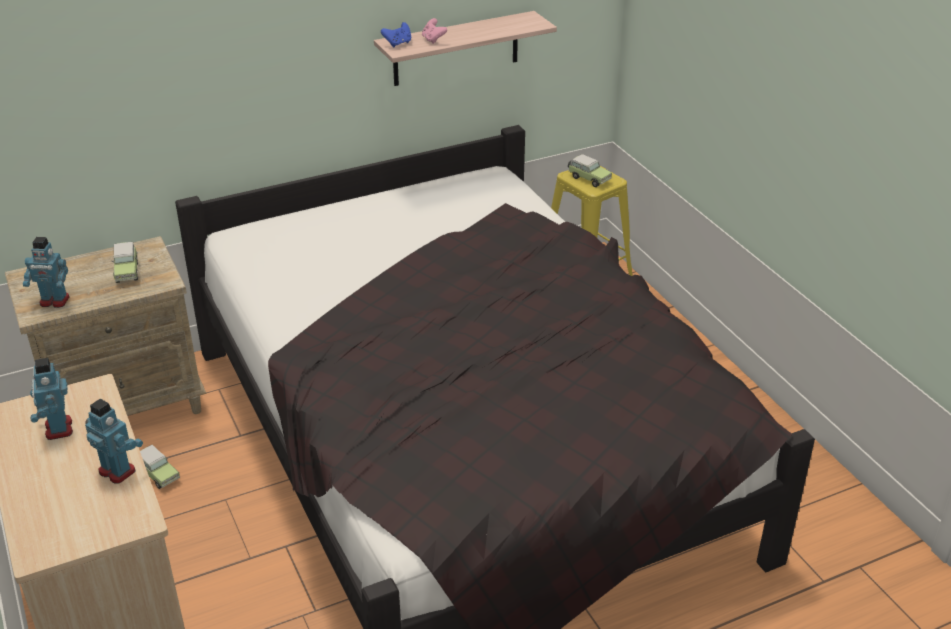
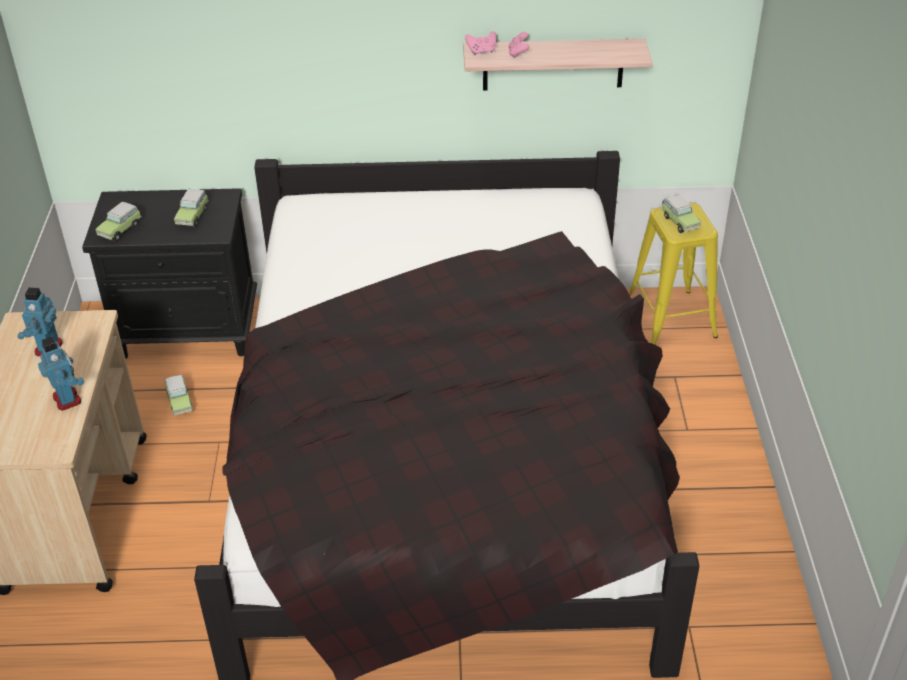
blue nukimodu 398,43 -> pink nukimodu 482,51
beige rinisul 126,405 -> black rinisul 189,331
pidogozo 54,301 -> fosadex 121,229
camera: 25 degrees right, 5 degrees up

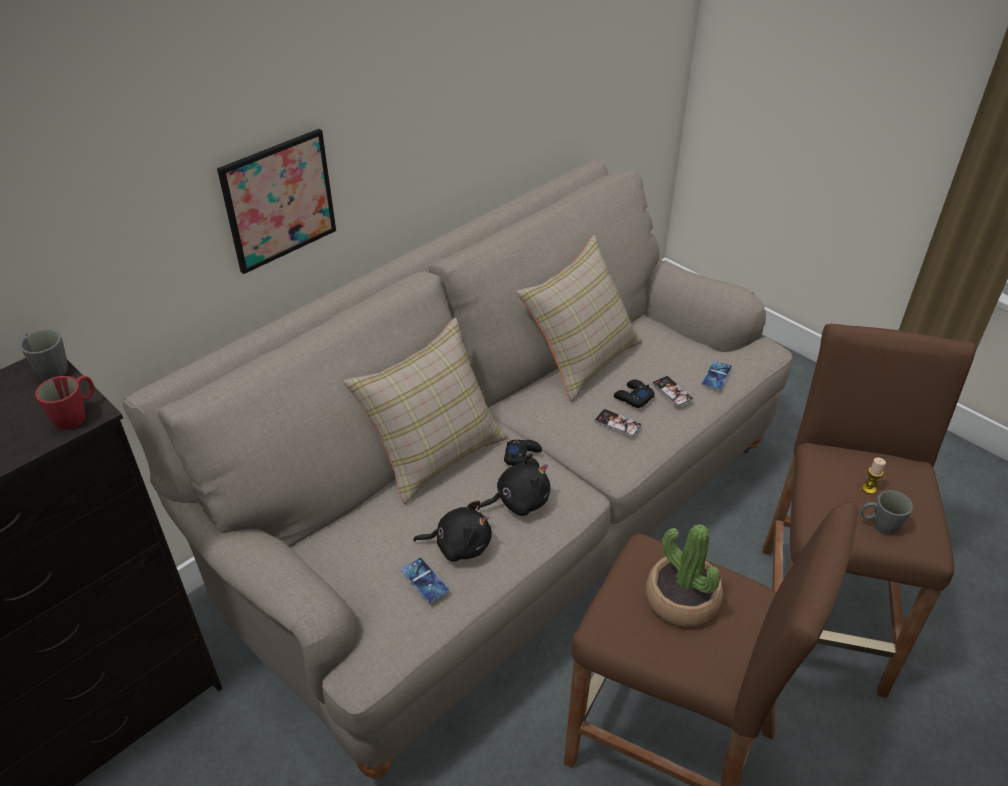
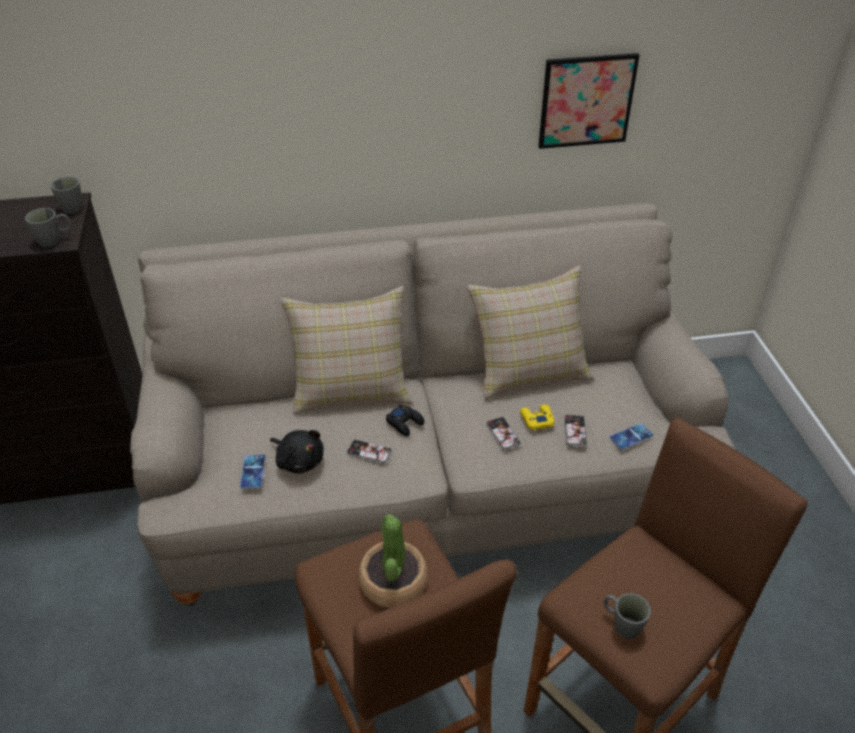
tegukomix 279,200 -> tegukomix 586,101, shifted
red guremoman 76,415 -> grey guremoman 54,240
black nukimodu 633,397 -> yellow nukimodu 536,419
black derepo 518,501 -> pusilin 369,452
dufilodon 869,489 -> none
camera: 35 degrees right, 0 degrees up

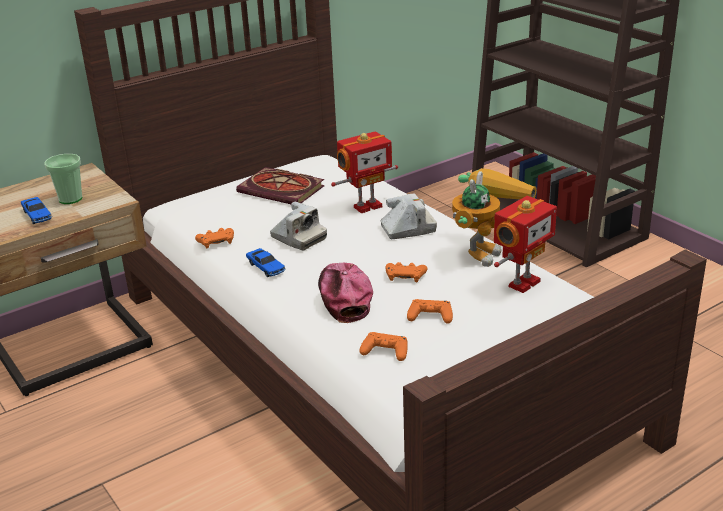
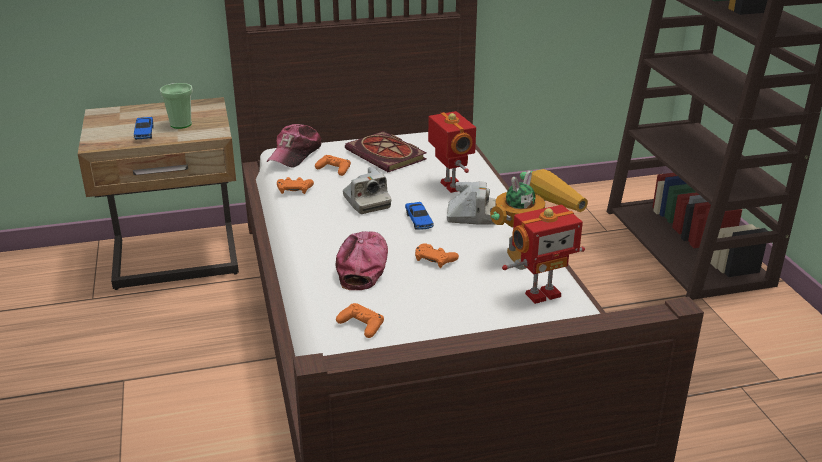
pidogozo 367,206 -> pidogozo 450,186, 105 degrees counterclockwise
fosadex 266,267 -> fosadex 419,221, shifted
orange nukimodu 430,316 -> orange nukimodu 334,169, shifted
none -> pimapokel 295,154
camera: 20 degrees right, 0 degrees up

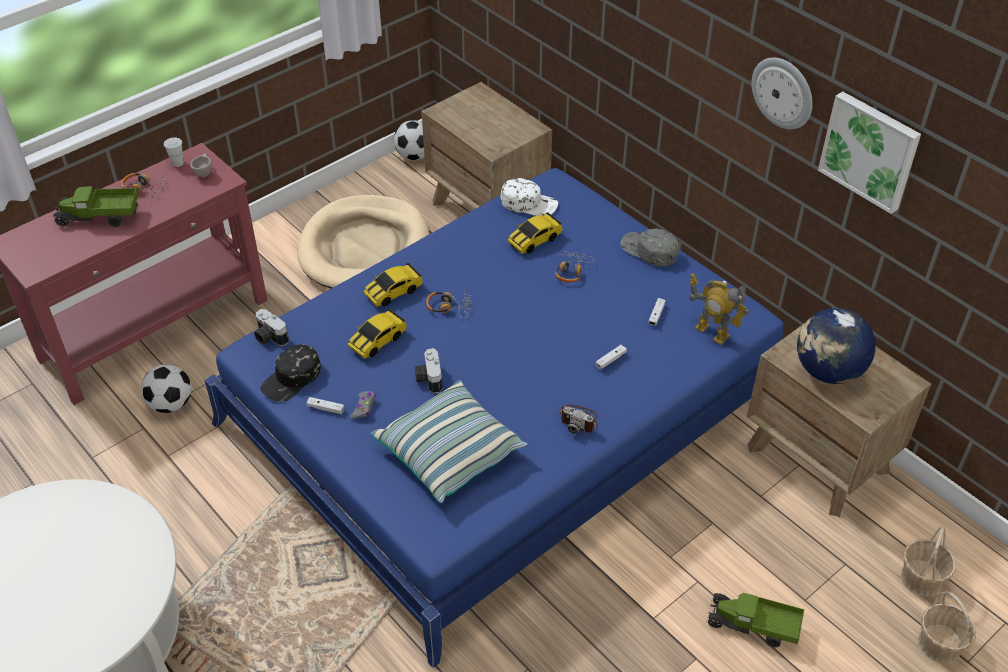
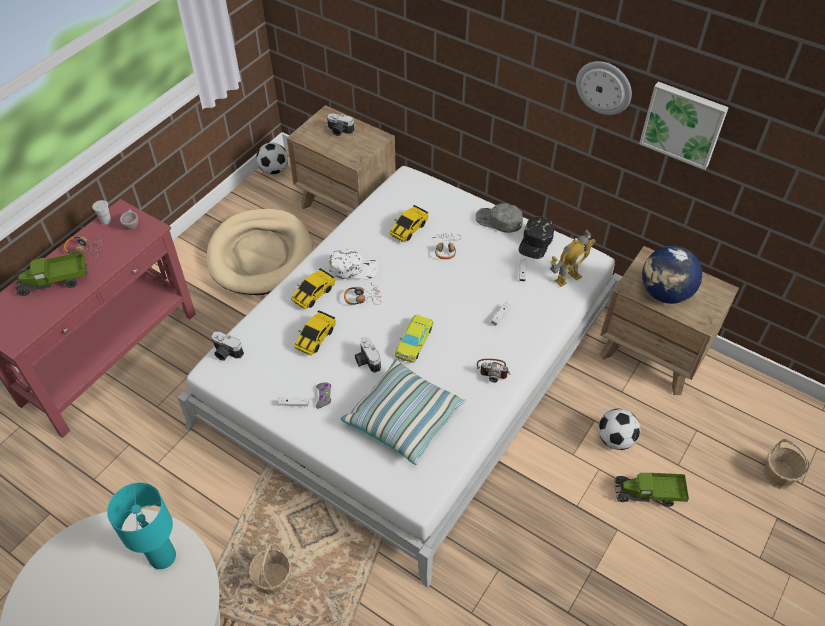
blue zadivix 503,409 -> white zadivix 411,365
white pimapokel 529,203 -> white pimapokel 353,268, shifted
pidogozo 712,332 -> pidogozo 567,278, 60 degrees counterclockwise
black pimapokel 292,378 -> black pimapokel 536,242, shifted
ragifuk 171,404 -> ragifuk 615,439, shifted
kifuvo 920,578 -> kifuvo 273,579, shifted
none -> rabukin 339,131
none -> yellow fosadex 414,341
none -> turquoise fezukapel 162,556
camera: 15 degrees left, 5 degrees up

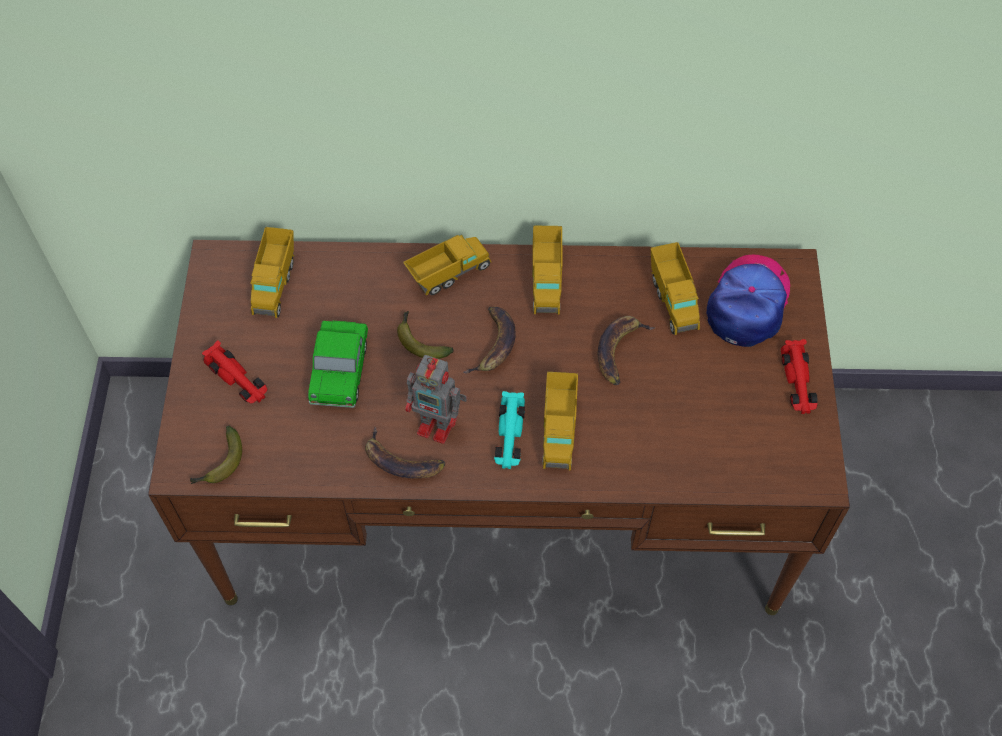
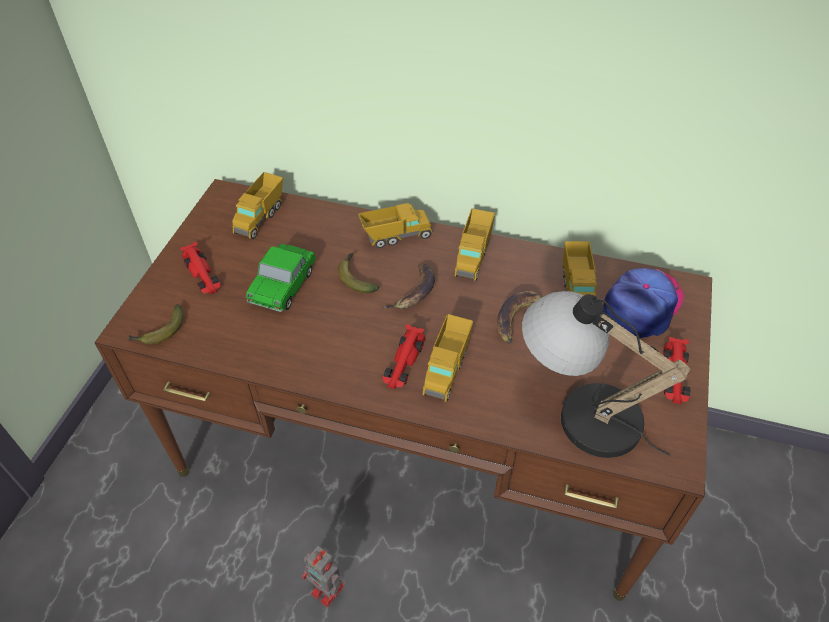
pidogozo 439,425 -> pidogozo 328,591, shifted
turquoise fosadex 509,435 -> red fosadex 403,363
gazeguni 401,461 -> none
none -> fezukapel 579,411
camera: 15 degrees right, 10 degrees down

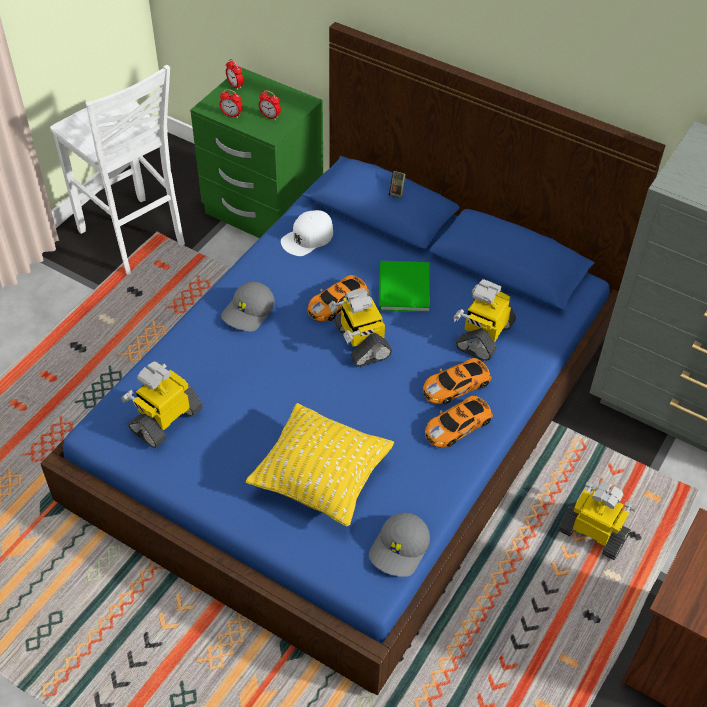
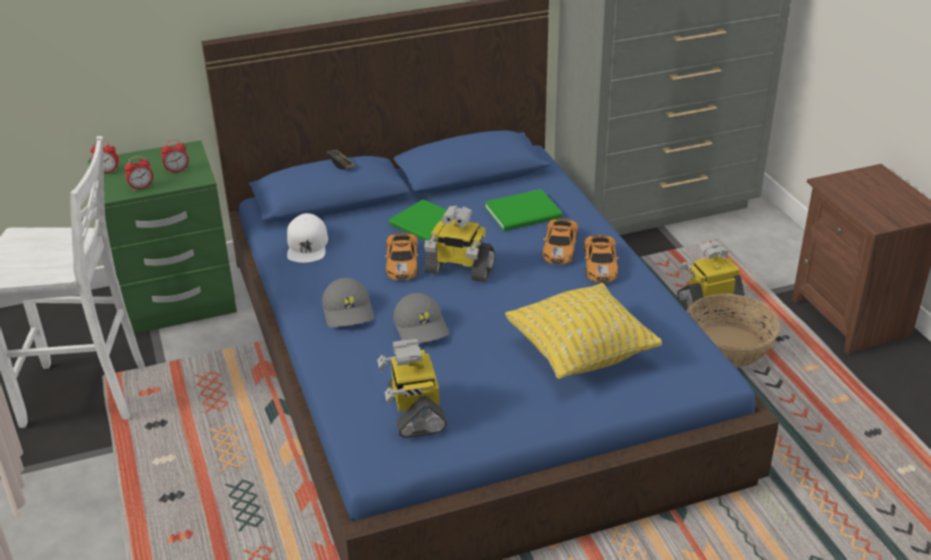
pidogozo 483,335 -> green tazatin 525,213
grey pimapokel 400,549 -> grey pimapokel 422,327, shifted
none -> kifuvo 728,346
camera: 50 degrees left, 15 degrees down

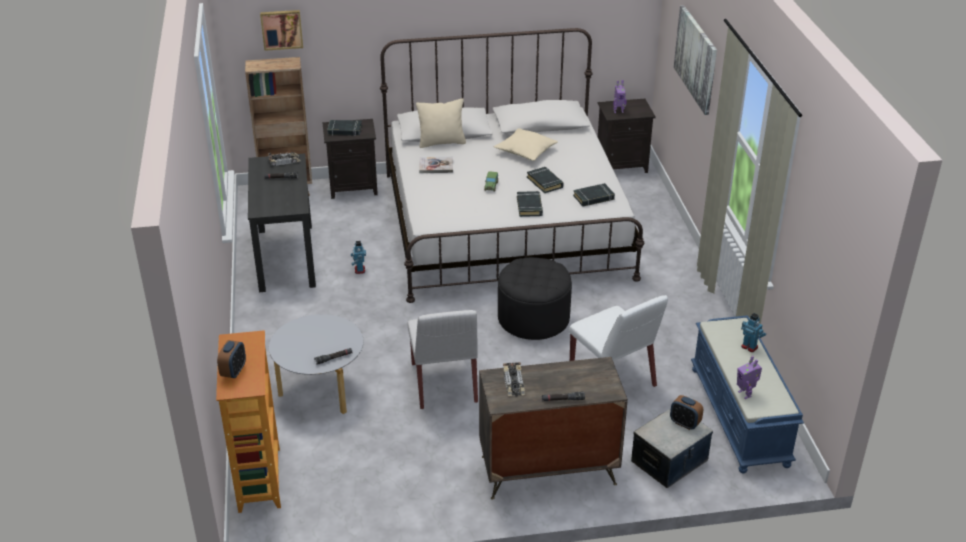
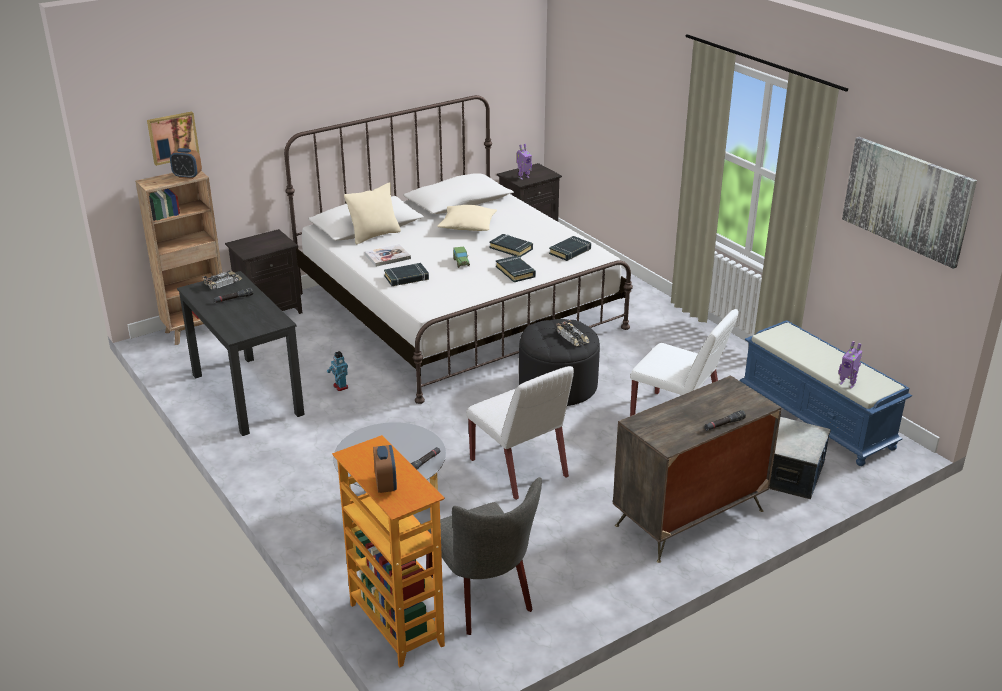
tegukomix 696,58 -> tegukomix 907,200, shifted
black tazatin 345,130 -> black tazatin 406,278, shifted
pidogozo 749,346 -> none
fosadex 514,383 -> fosadex 572,337, shifted
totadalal 684,423 -> totadalal 187,176, shifted
none -> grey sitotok 484,599
camera: 25 degrees left, 5 degrees down

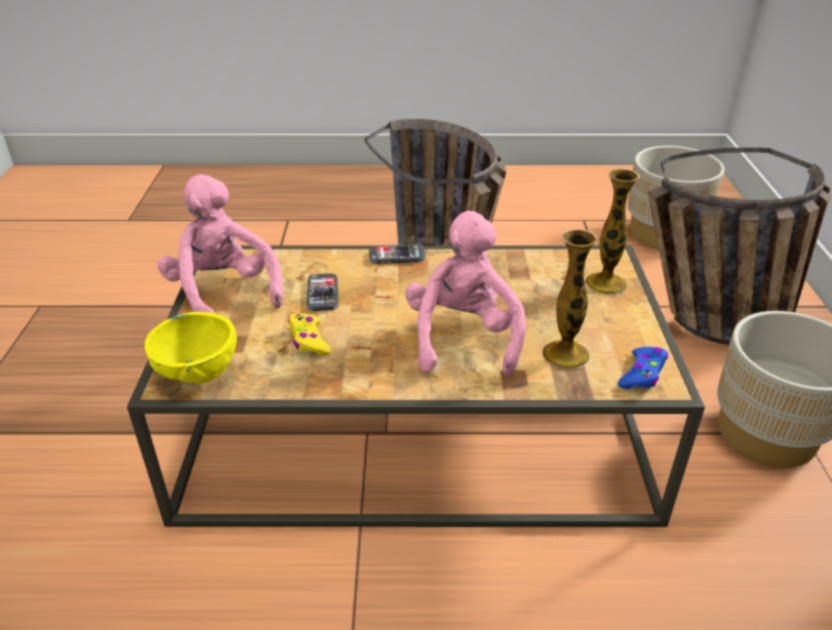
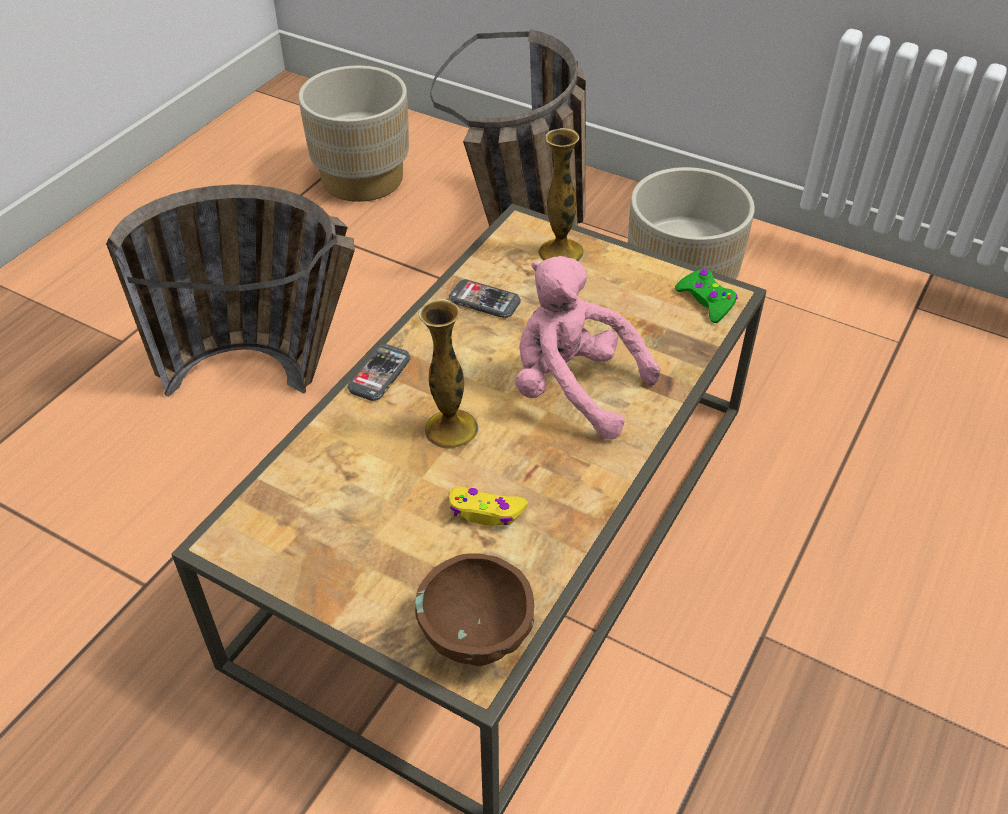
pink derepo 223,293 -> none
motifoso 566,354 -> motifoso 451,429, shifted
pusilin 322,294 -> pusilin 484,301, shifted
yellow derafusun 199,373 -> brown derafusun 476,634
blue nukimodu 642,374 -> green nukimodu 706,301
camera: 60 degrees left, 10 degrees up

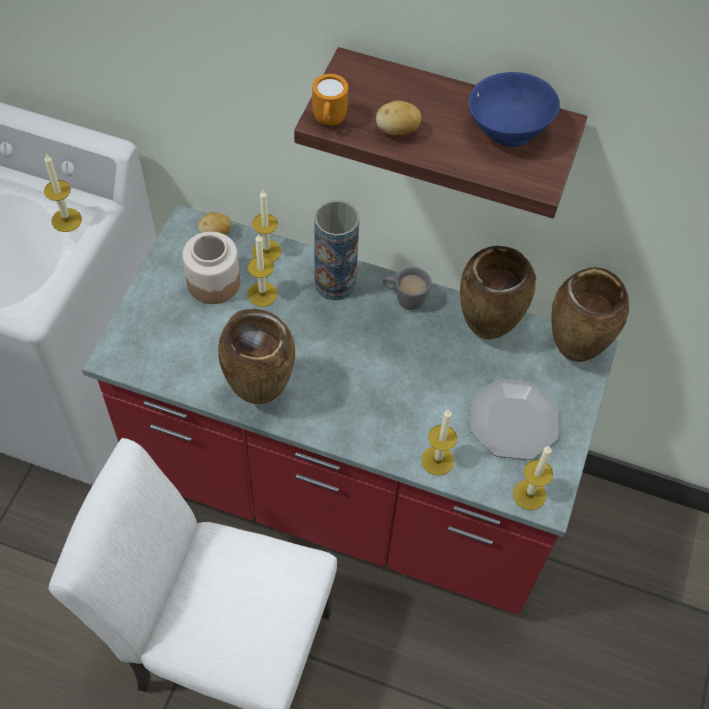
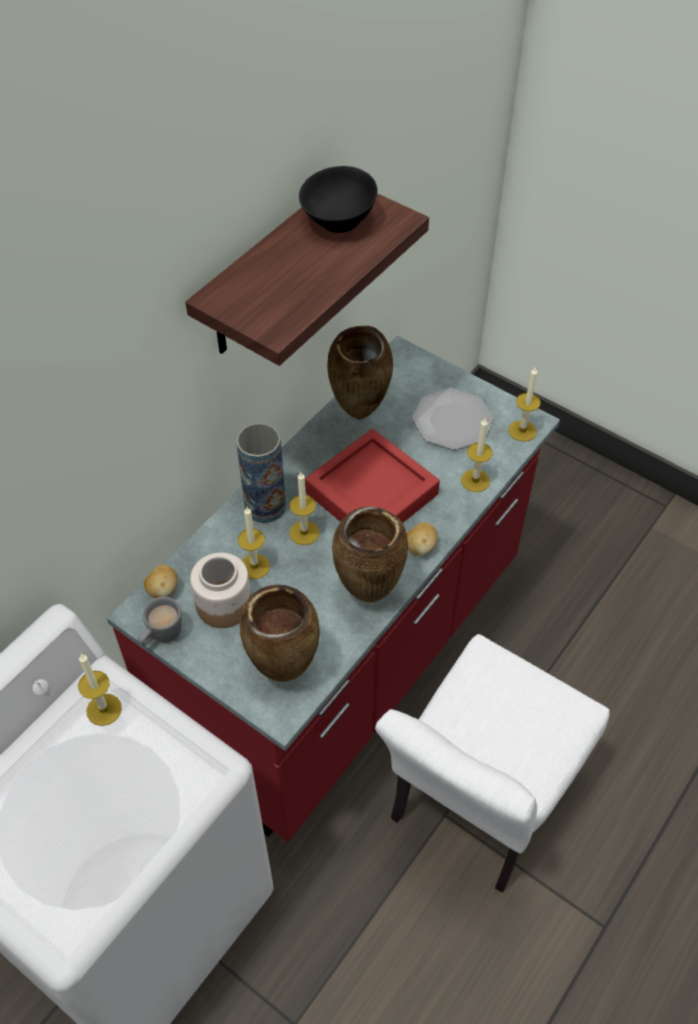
blue derafusun 507,130 -> black derafusun 337,222
orange guremoman 328,122 -> none
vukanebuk 397,131 -> vukanebuk 420,547, shifted
dufilodon 266,251 -> dufilodon 304,532, shifted
grey guremoman 404,298 -> grey guremoman 161,636, shifted
brown motifoso 572,352 -> brown motifoso 283,672, shifted
none -> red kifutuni 371,493
camera: 70 degrees left, 5 degrees down

